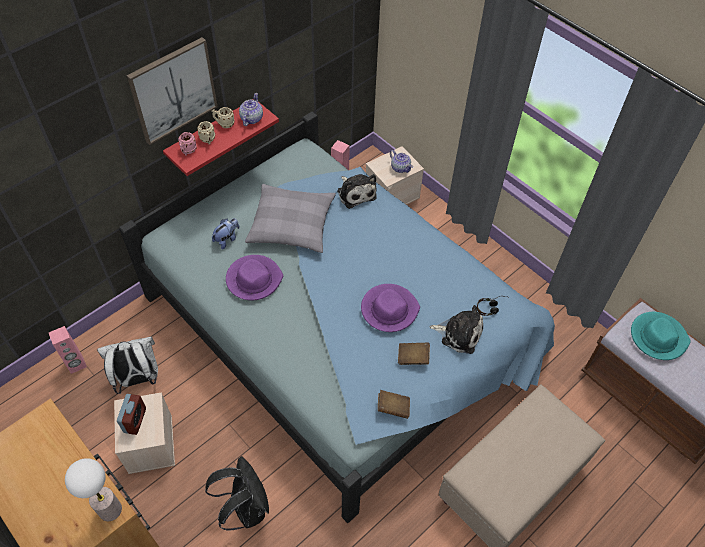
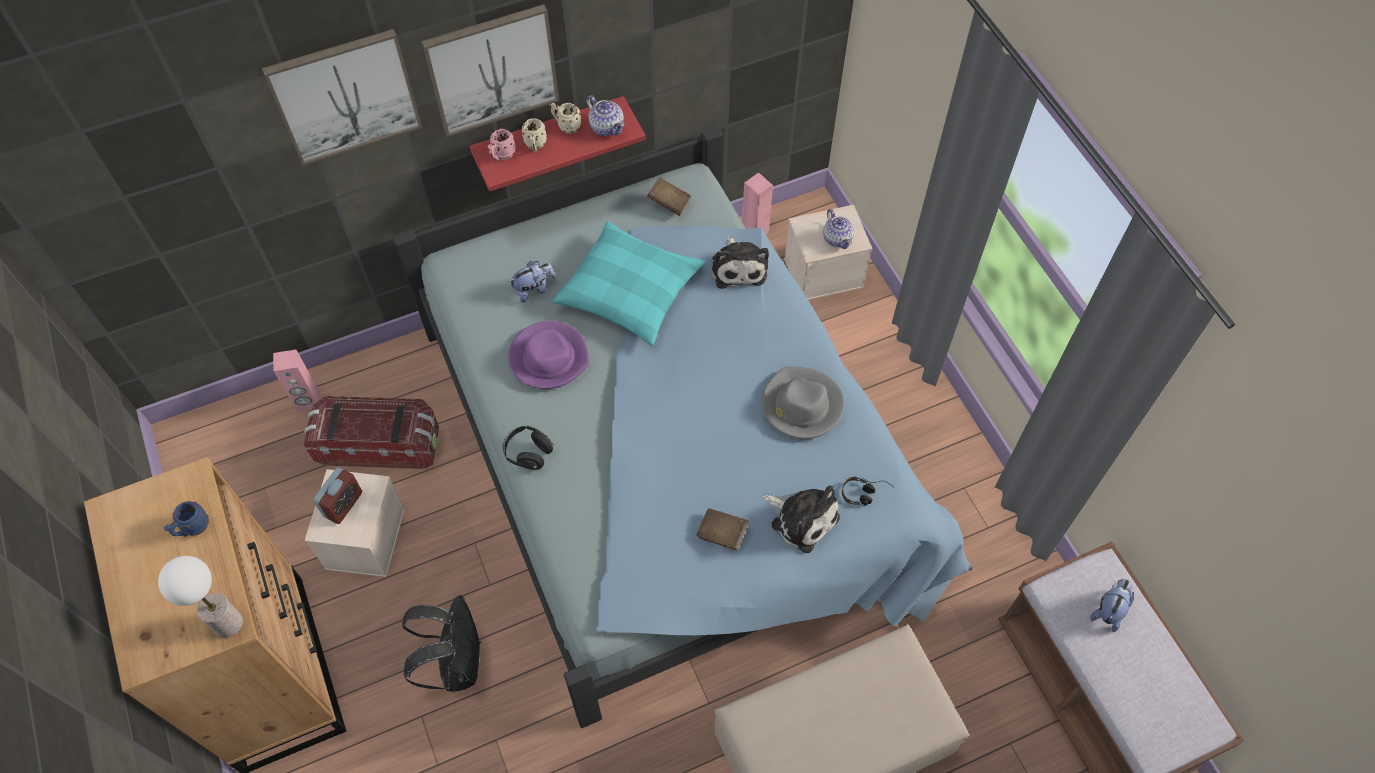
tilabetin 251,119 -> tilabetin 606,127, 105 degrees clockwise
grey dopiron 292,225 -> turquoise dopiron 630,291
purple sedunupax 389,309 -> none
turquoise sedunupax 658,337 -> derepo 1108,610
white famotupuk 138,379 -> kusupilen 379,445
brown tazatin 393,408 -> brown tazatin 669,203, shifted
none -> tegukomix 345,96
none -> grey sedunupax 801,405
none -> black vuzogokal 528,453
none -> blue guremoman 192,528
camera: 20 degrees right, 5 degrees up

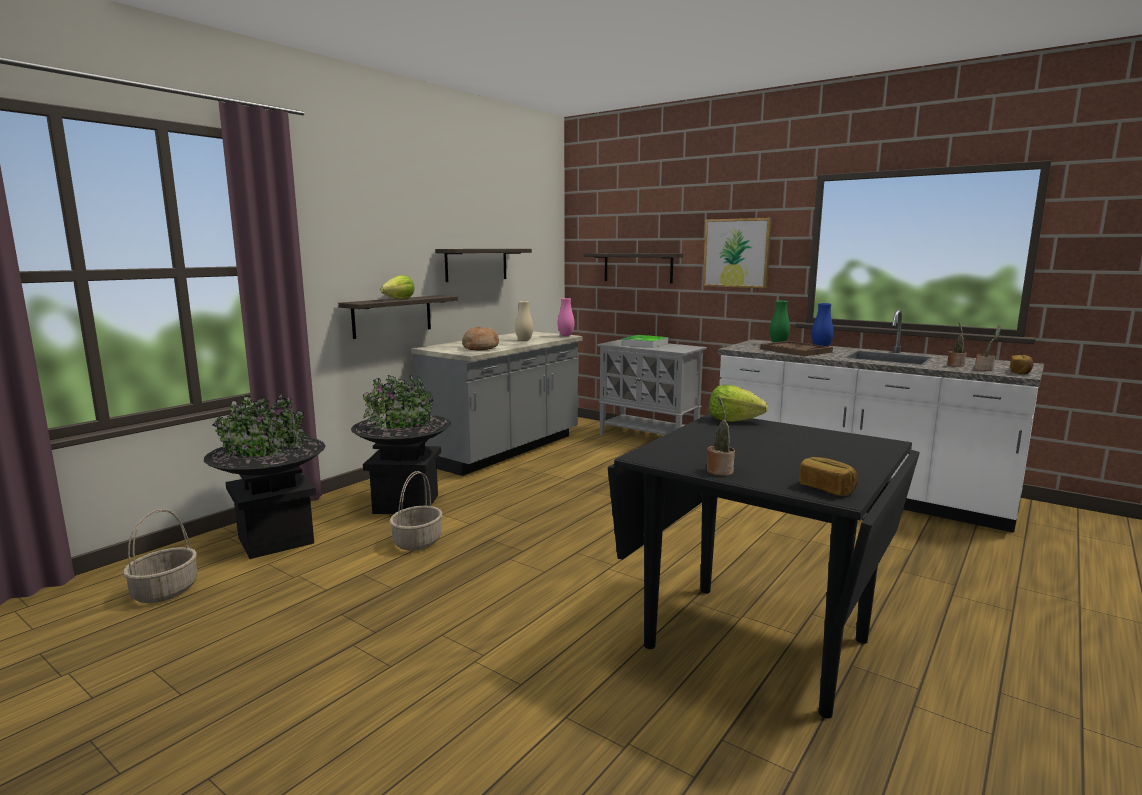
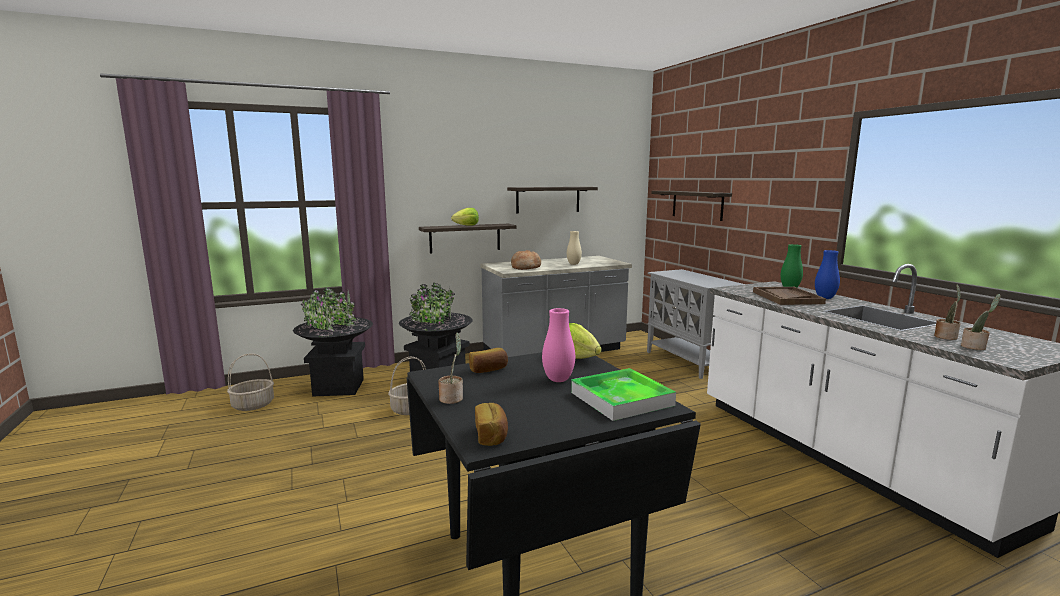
tegukomix 736,253 -> none
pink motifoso 566,335 -> pink motifoso 558,380, shifted
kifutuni 645,344 -> kifutuni 621,399, shifted
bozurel 1020,372 -> bozurel 488,370, shifted
camera: 30 degrees right, 0 degrees up

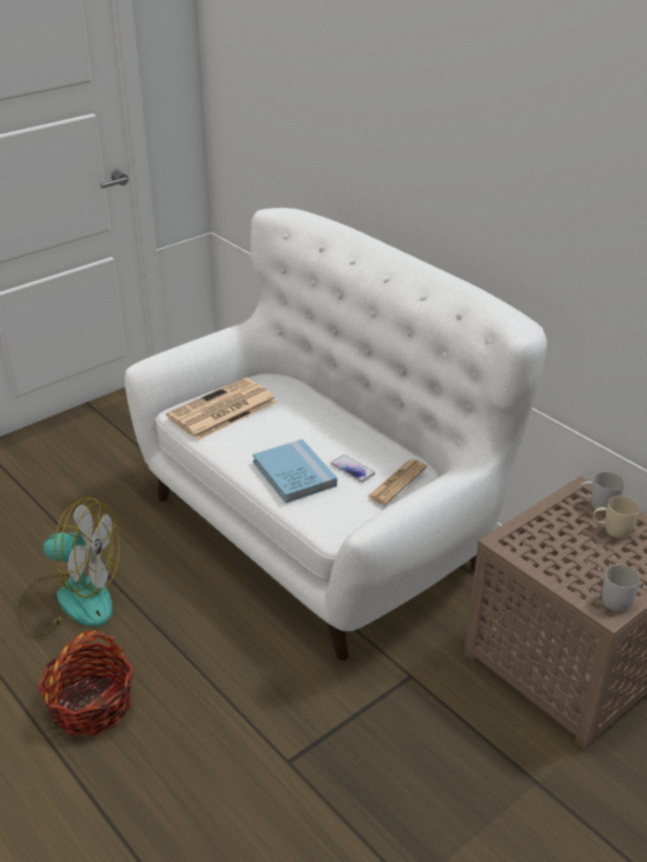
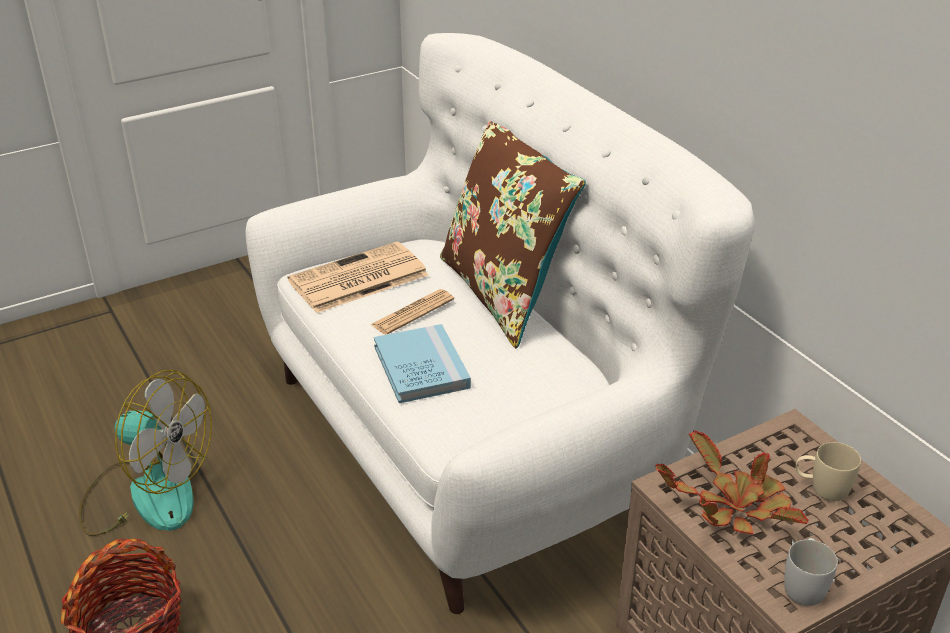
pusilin 352,469 -> none
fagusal 397,482 -> fagusal 412,312, shifted
white guremoman 598,504 -> none
none -> brown dopiron 504,293
none -> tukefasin 732,507
camera: 10 degrees right, 0 degrees up

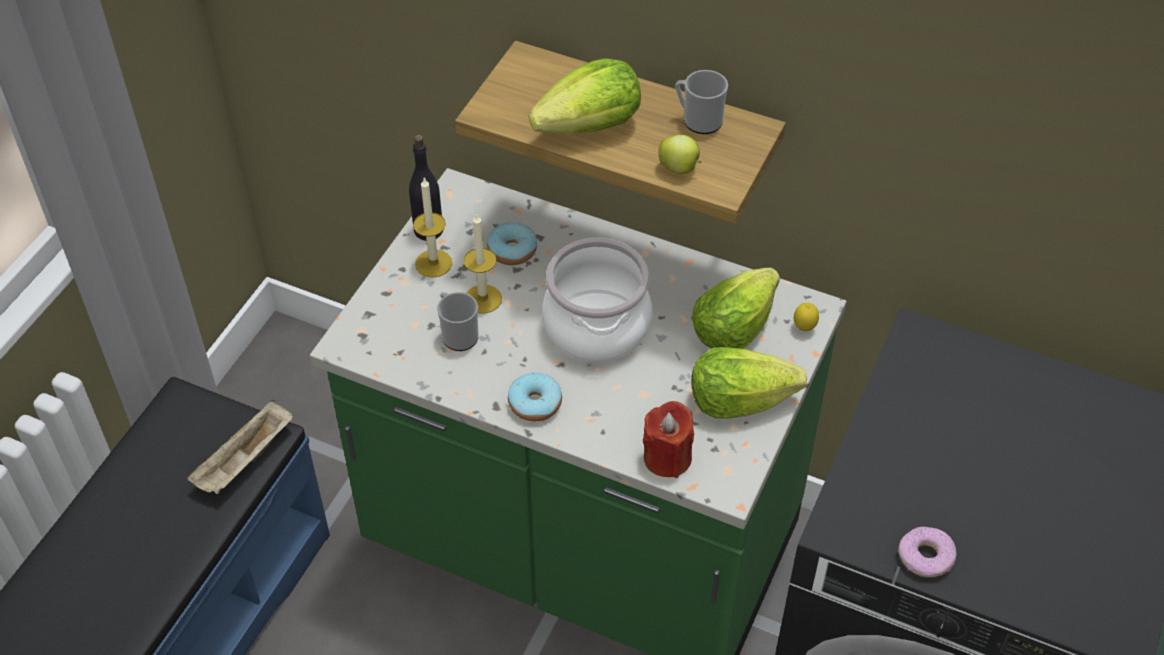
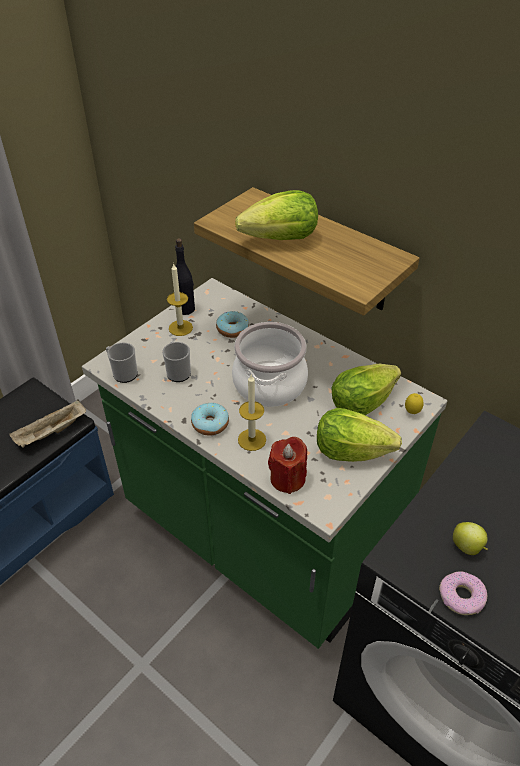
guremoman 698,120 -> guremoman 123,373, shifted
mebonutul 680,168 -> mebonutul 467,547, shifted
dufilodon 483,299 -> dufilodon 252,439, shifted
camera: 15 degrees right, 5 degrees down

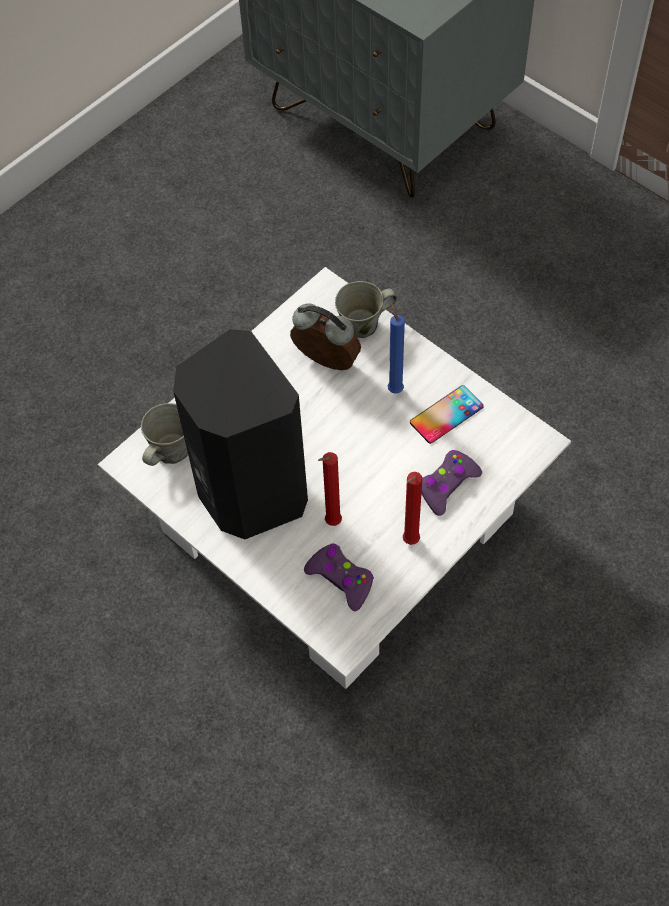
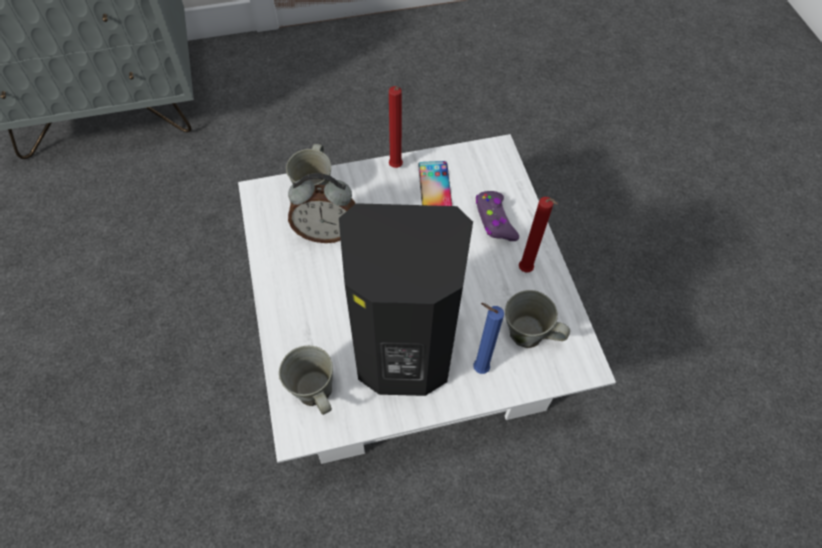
blue dufilodon 394,388 -> blue dufilodon 478,368, shifted
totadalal 325,363 -> totadalal 326,232, 150 degrees counterclockwise
red dufilodon 331,523 -> red dufilodon 396,168, shifted
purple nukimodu 341,579 -> grey guremoman 528,334
camera: 60 degrees left, 0 degrees up

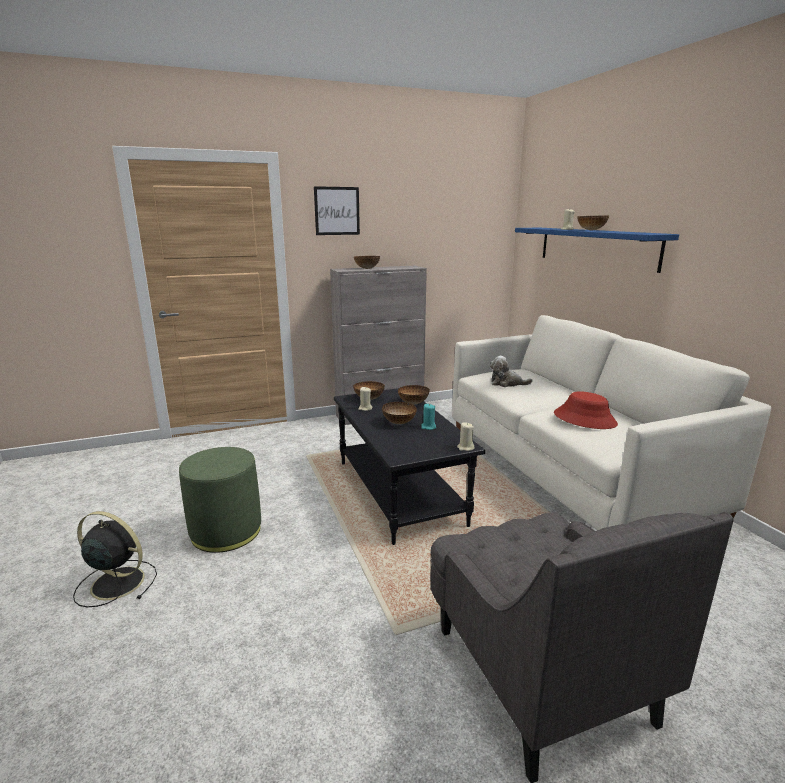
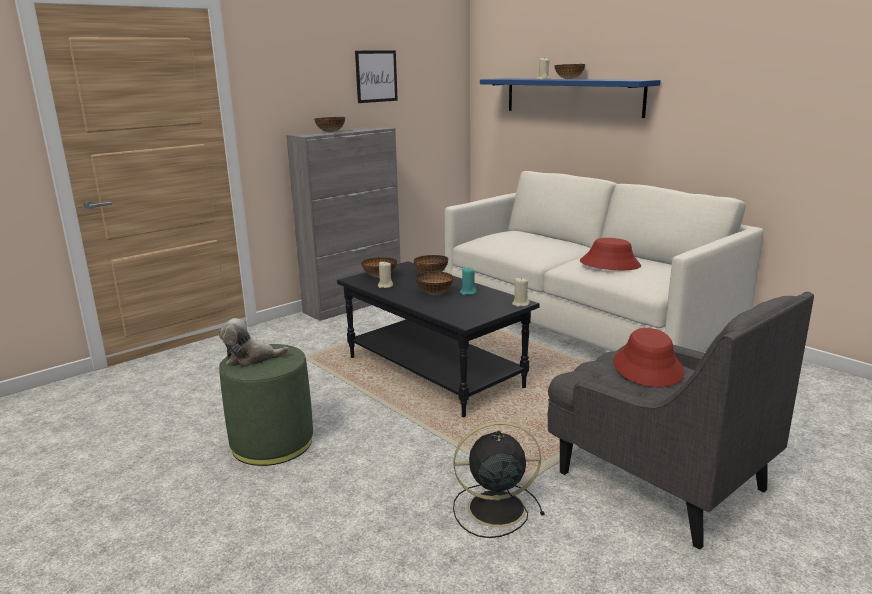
tegukomix 337,211 -> tegukomix 376,76, shifted
derepo 506,383 -> derepo 251,359, shifted
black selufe 116,582 -> black selufe 493,508, shifted
none -> red sedunupax 648,368
camera: 20 degrees left, 0 degrees up

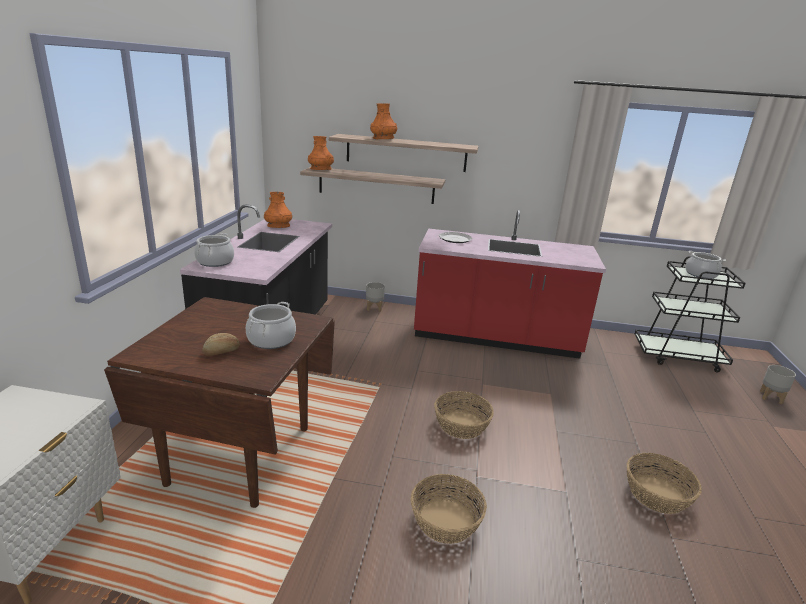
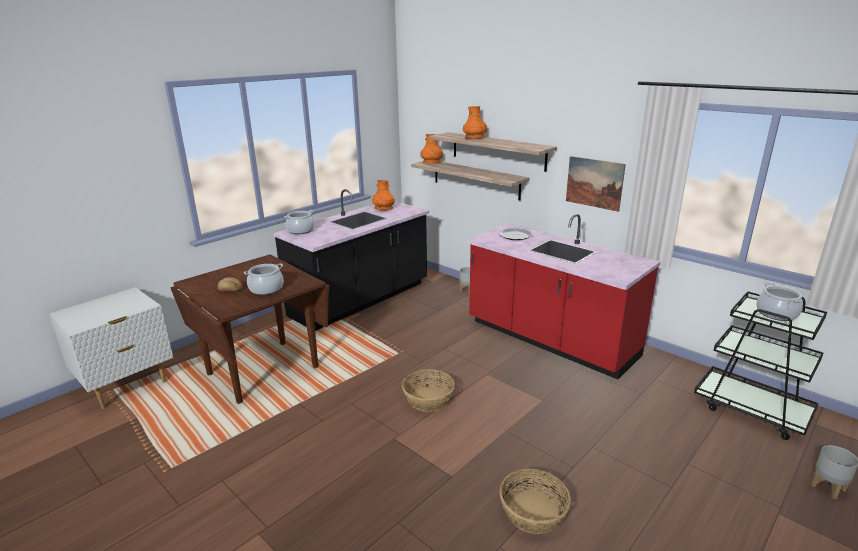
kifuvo 445,520 -> none
none -> tegukomix 594,183
camera: 35 degrees right, 0 degrees up

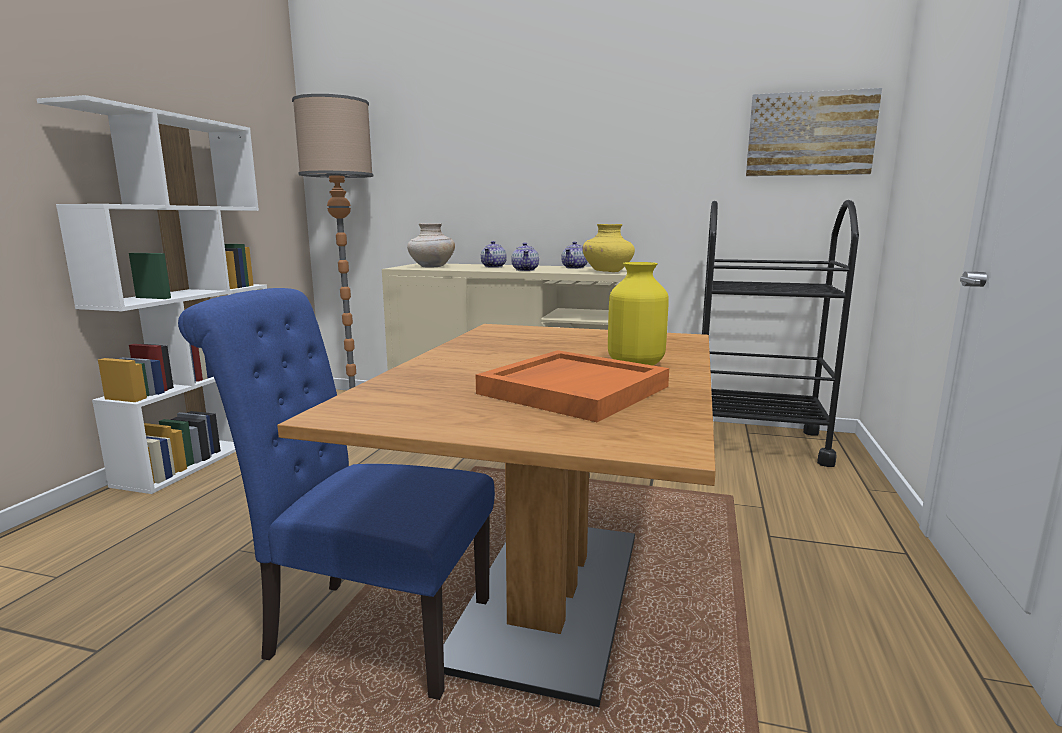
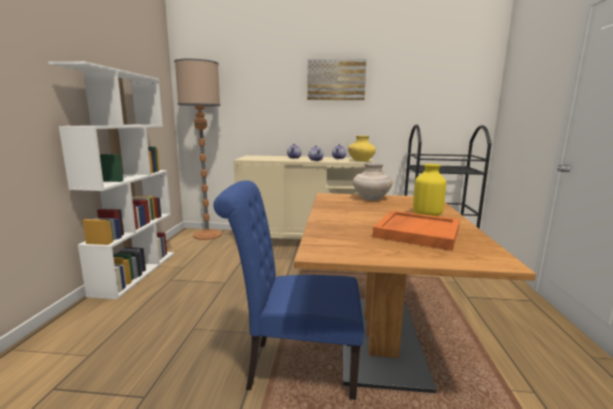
tegukomix 810,134 -> tegukomix 336,80, shifted
beige motifoso 431,267 -> beige motifoso 371,198, shifted
camera: 10 degrees left, 0 degrees up

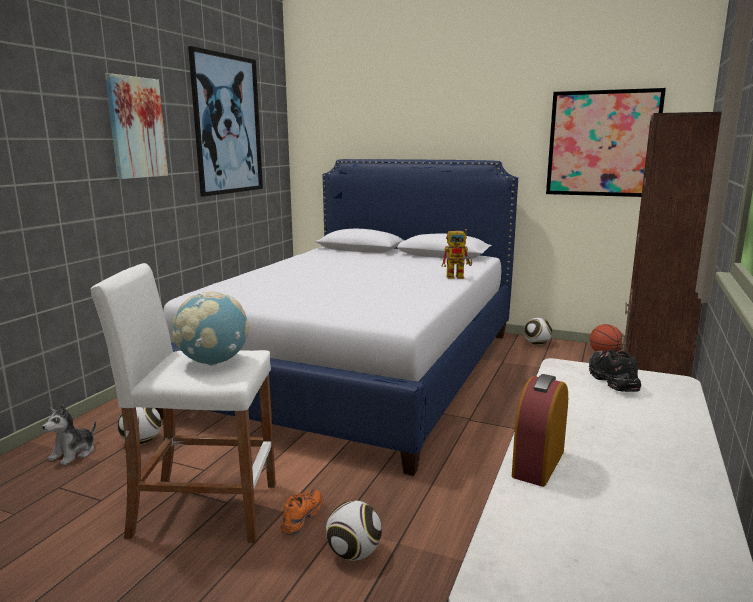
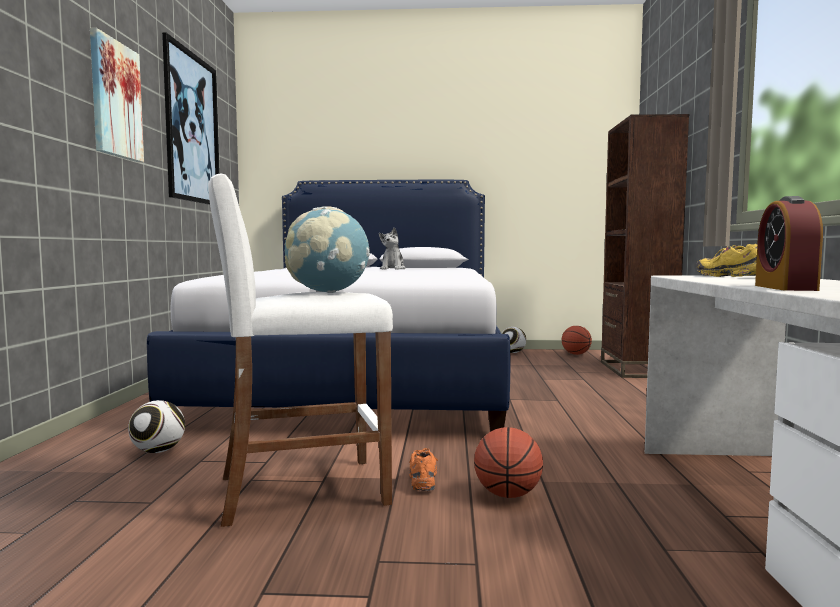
tegukomix 602,143 -> none
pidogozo 459,276 -> none
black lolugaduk 611,380 -> yellow lolugaduk 728,276
derepo 74,453 -> derepo 392,269, shifted
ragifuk 353,553 -> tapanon 508,495
camera: 20 degrees left, 10 degrees down

